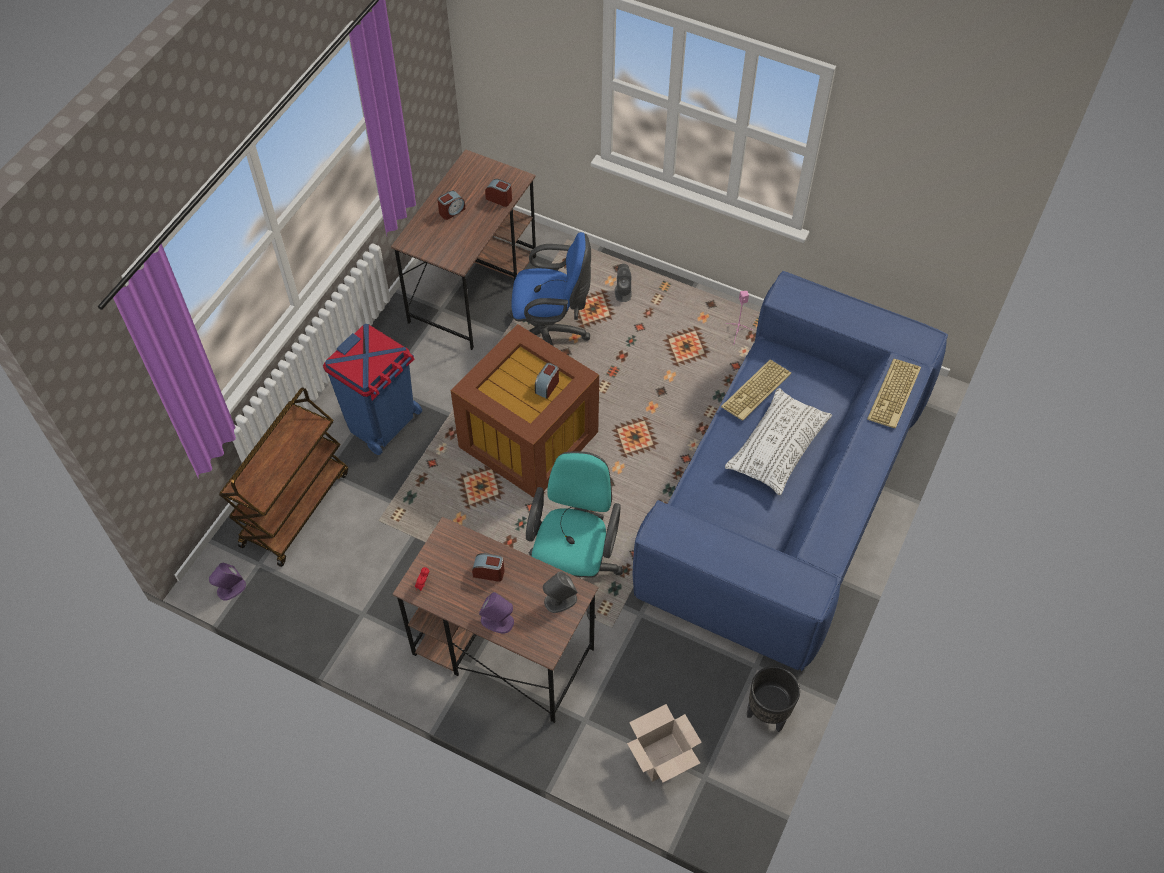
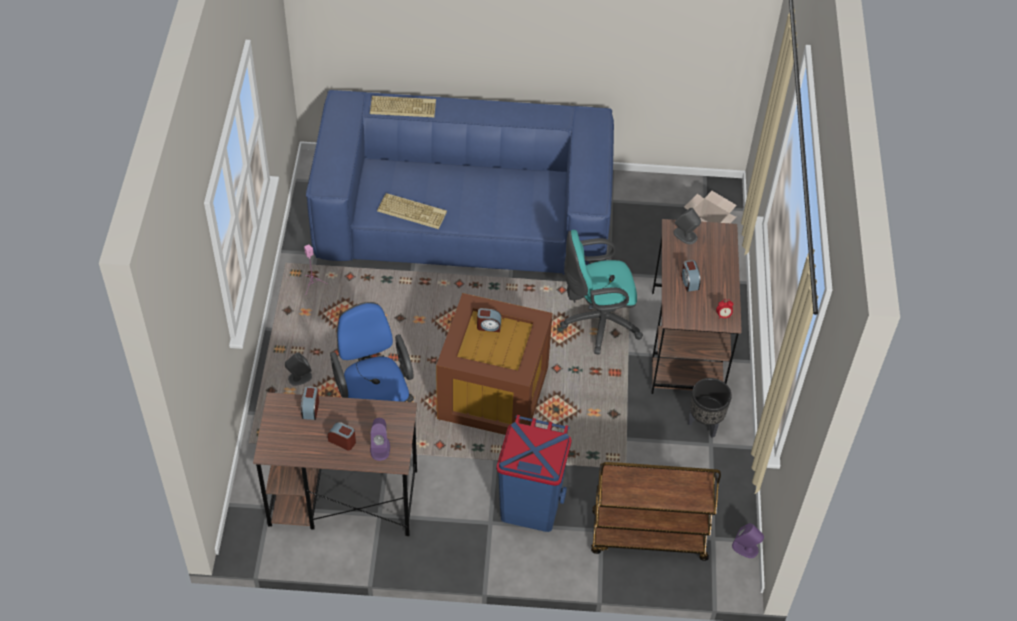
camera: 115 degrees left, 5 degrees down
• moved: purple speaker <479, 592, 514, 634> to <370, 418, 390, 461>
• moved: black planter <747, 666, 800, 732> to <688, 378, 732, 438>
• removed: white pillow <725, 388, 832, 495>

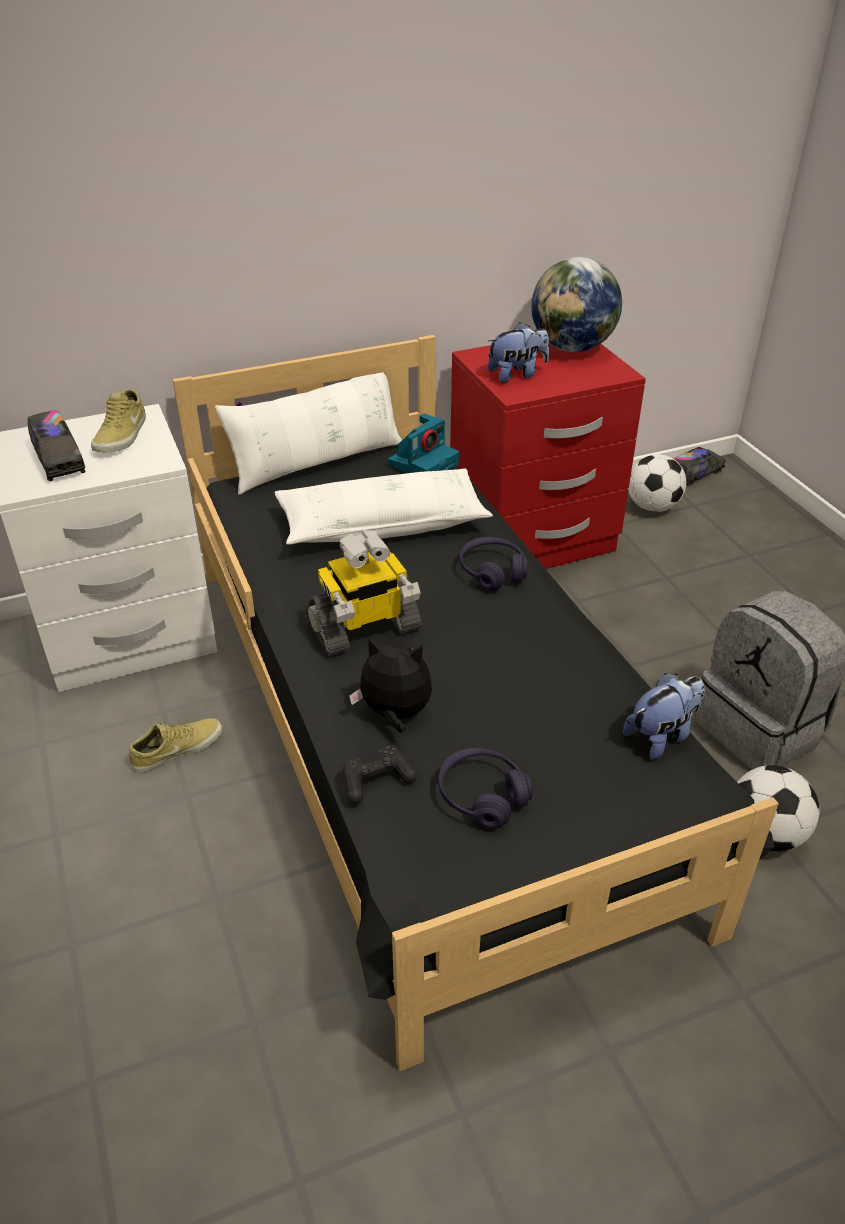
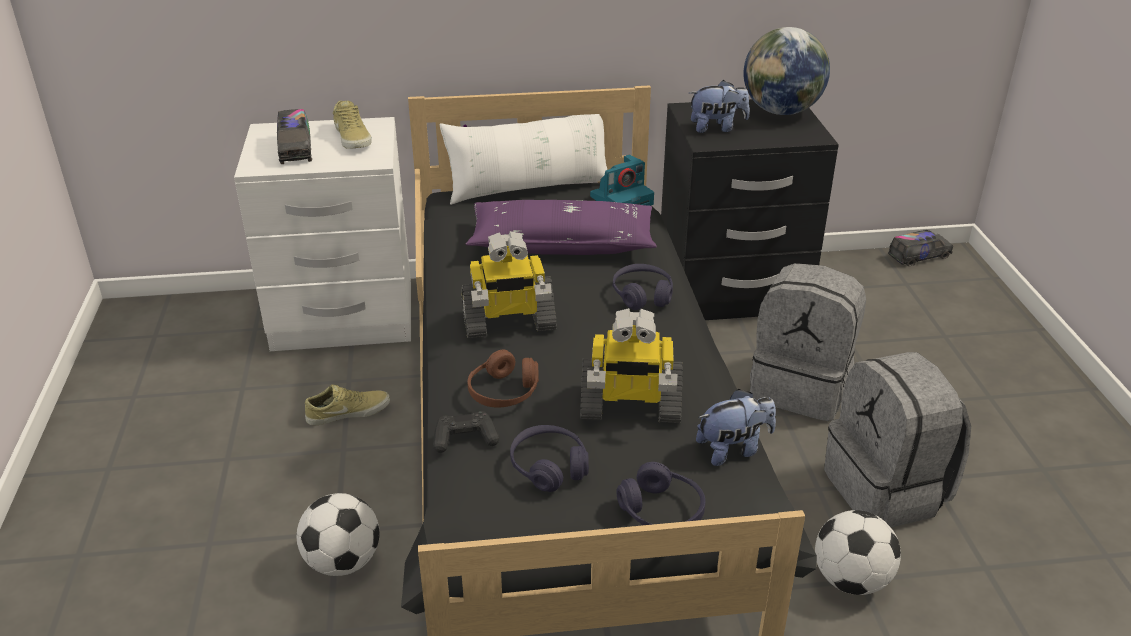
camera: 15 degrees right, 5 degrees down
• moved: football <628, 454, 686, 512> to <296, 493, 380, 576>
• turned: beige shoe <91, 389, 146, 452> = <333, 101, 372, 149> 45 degrees counterclockwise
• recoloured: white pillow <275, 469, 493, 545> to purple pillow <466, 200, 657, 255>
• replaced: plush toy <349, 637, 432, 733> to brown headphones <467, 350, 539, 408>
• added: toy robot <580, 308, 683, 423>
• added: purple headphones <616, 462, 705, 525>
• recoloured: red nightstand <450, 344, 646, 569> to black nightstand <661, 99, 839, 320>
• added: grey backpack <750, 263, 866, 421>

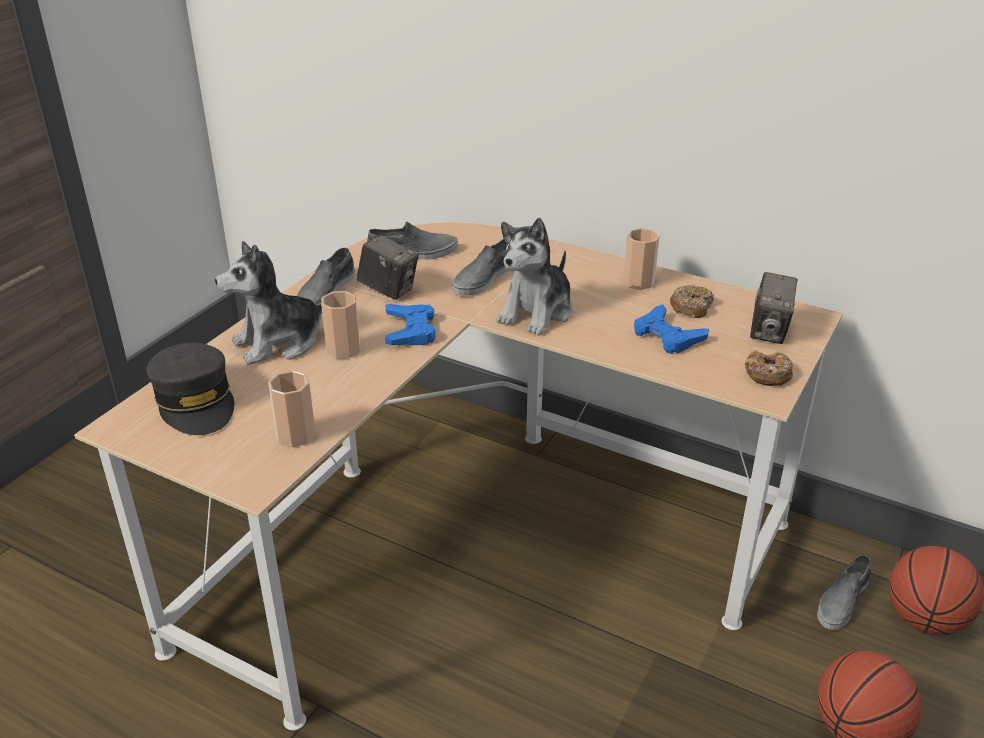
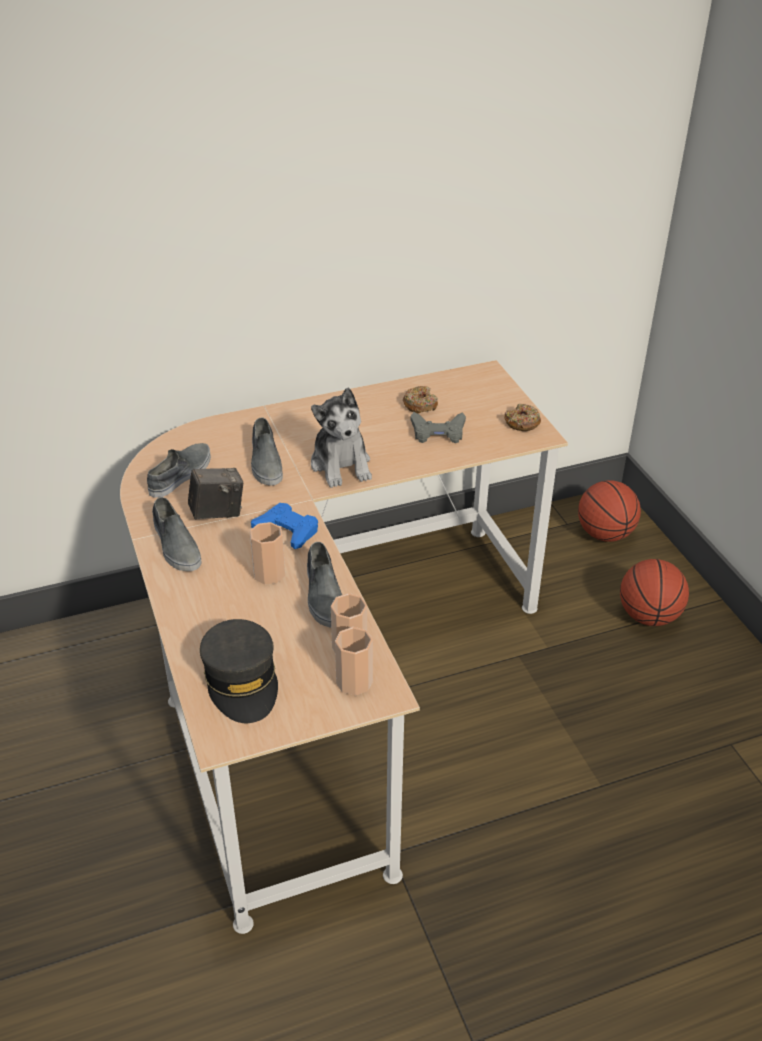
camera: 50 degrees left, 5 degrees up
• turned: grey cap <147, 343, 235, 435> = <200, 619, 278, 723> 60 degrees clockwise
• moved: grey shoe <817, 555, 871, 630> to <307, 542, 342, 628>
• moved: cup <623, 228, 659, 290> to <335, 627, 373, 696>
• recoloured: blue game controller <634, 304, 709, 354> to grey game controller <410, 412, 466, 443>
• removed: plush toy <215, 241, 331, 365>
• removed: photo camera <750, 272, 798, 344>

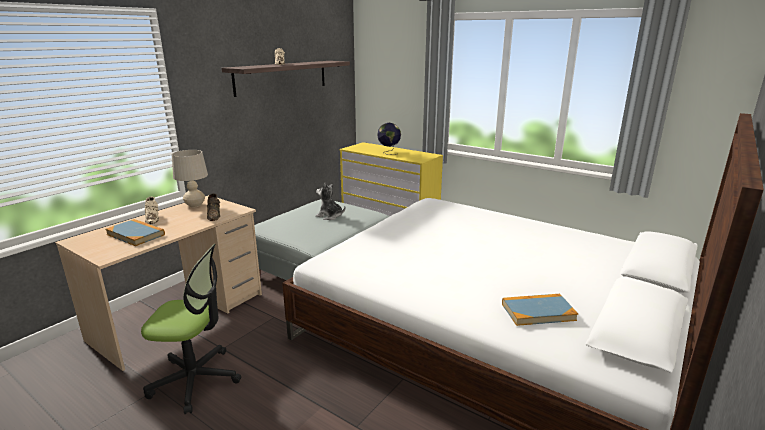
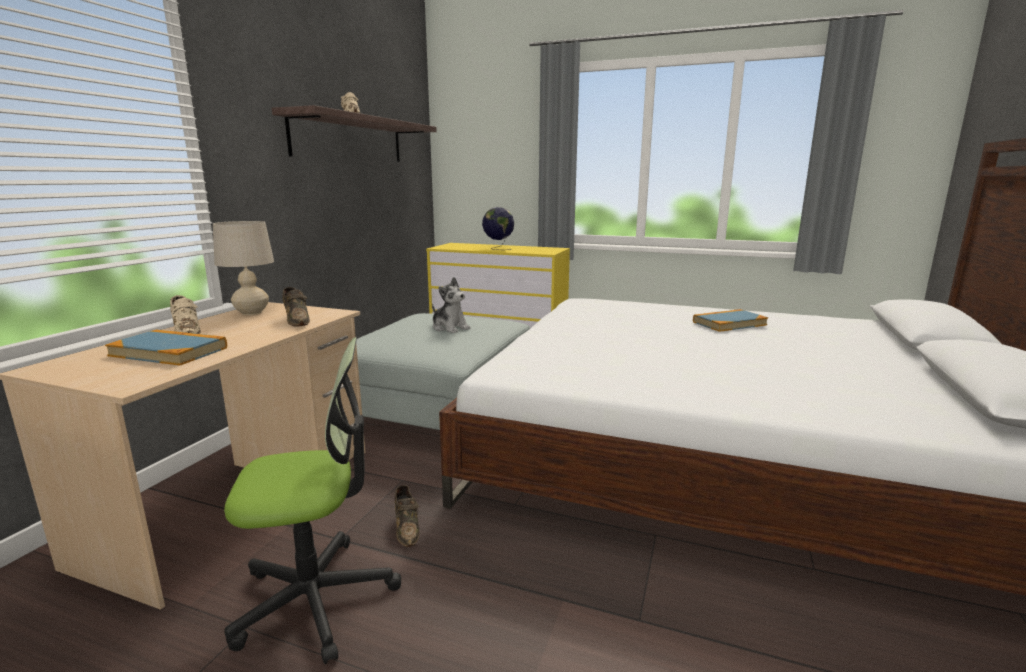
camera: 15 degrees left, 5 degrees down
• added: brown shoe <395, 485, 420, 547>
• turned: plush toy <316, 183, 345, 220> = <432, 277, 470, 333> 150 degrees counterclockwise
• moved: book <502, 294, 578, 326> to <693, 309, 768, 332>

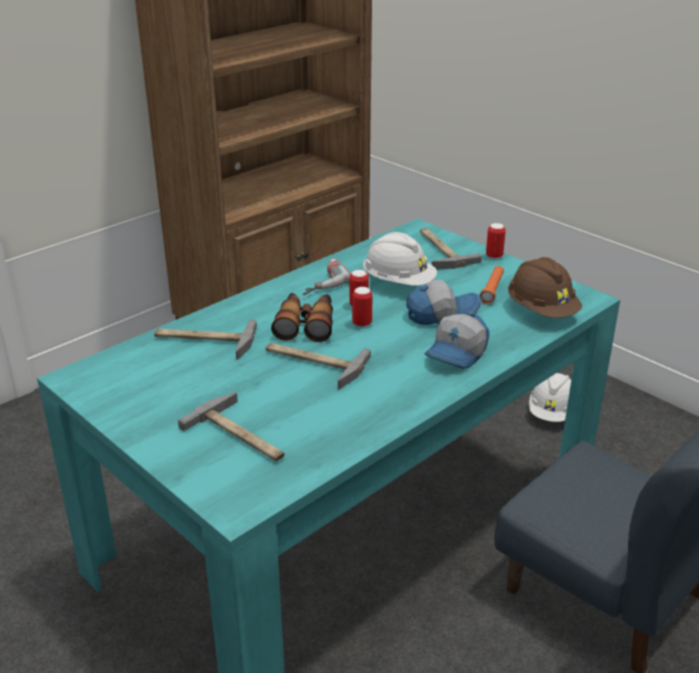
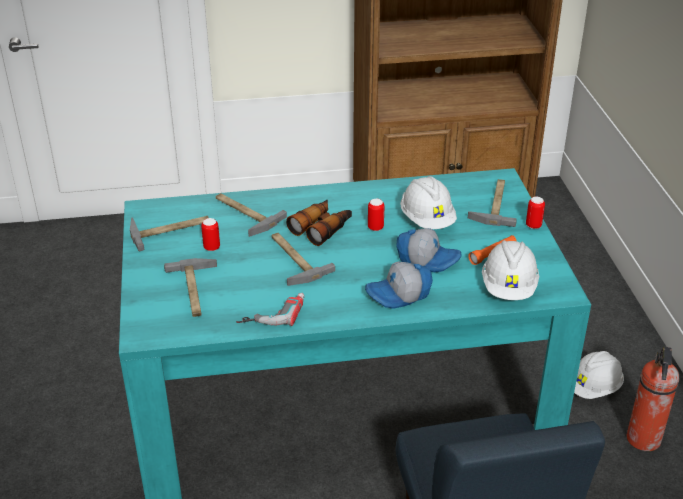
camera: 35 degrees right, 5 degrees up
• added: hammer <130, 216, 209, 251>
• moved: can <352, 287, 373, 327> to <201, 218, 220, 251>
• moved: power drill <303, 259, 351, 295> to <236, 293, 304, 326>
• recoloured: brown hard hat <508, 257, 582, 318> to white hard hat <482, 240, 539, 300>
• added: fire extinguisher <627, 346, 679, 451>

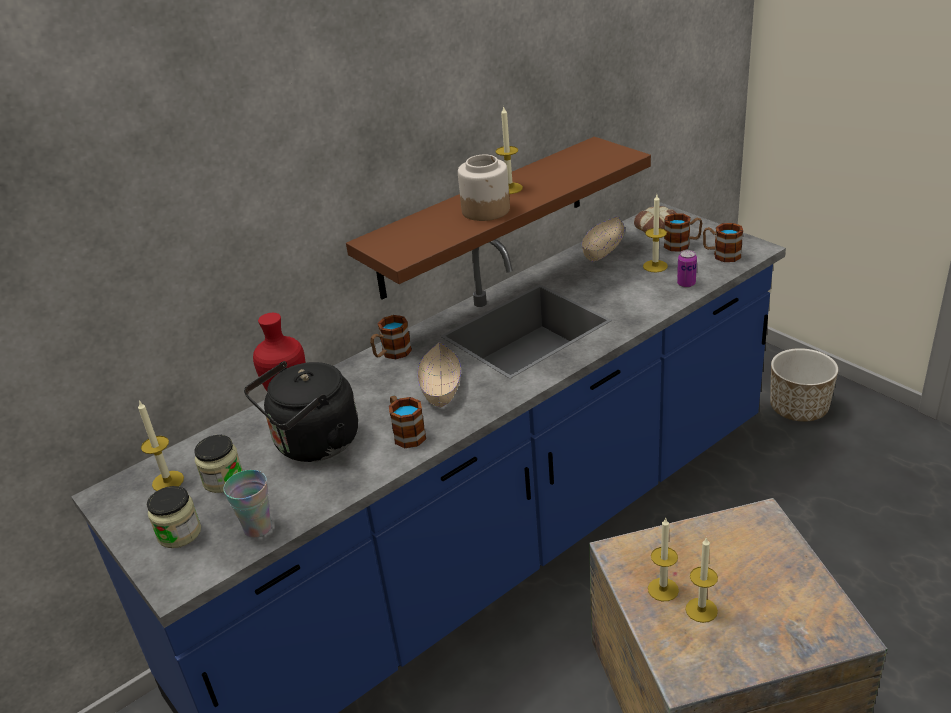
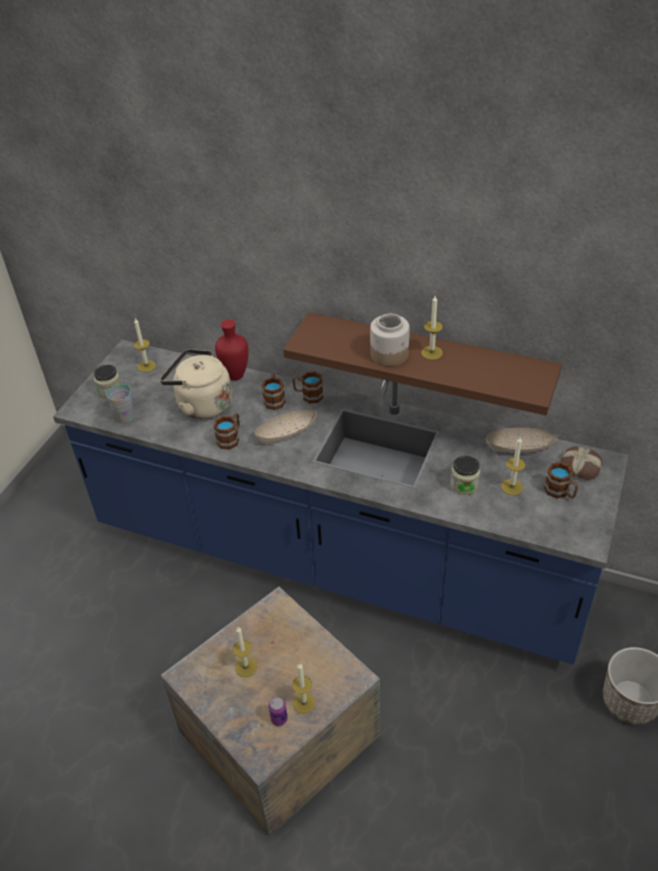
camera: 60 degrees right, 10 degrees up
• recoloured: black kettle <244, 361, 358, 462> to beige kettle <160, 349, 232, 419>
• moved: mug <703, 223, 743, 262> to <262, 374, 285, 410>
• moved: can <677, 250, 697, 288> to <269, 697, 288, 726>
• moved: candle <648, 518, 679, 601> to <292, 663, 316, 714>
• moved: jar <194, 435, 243, 493> to <450, 456, 480, 495>

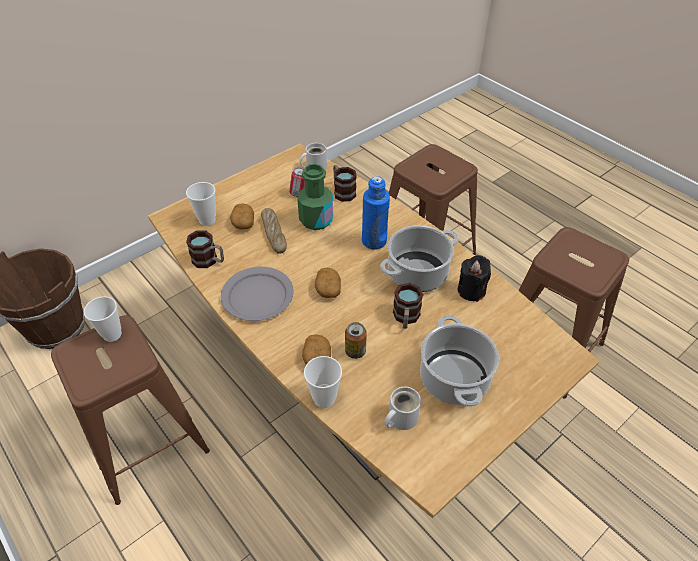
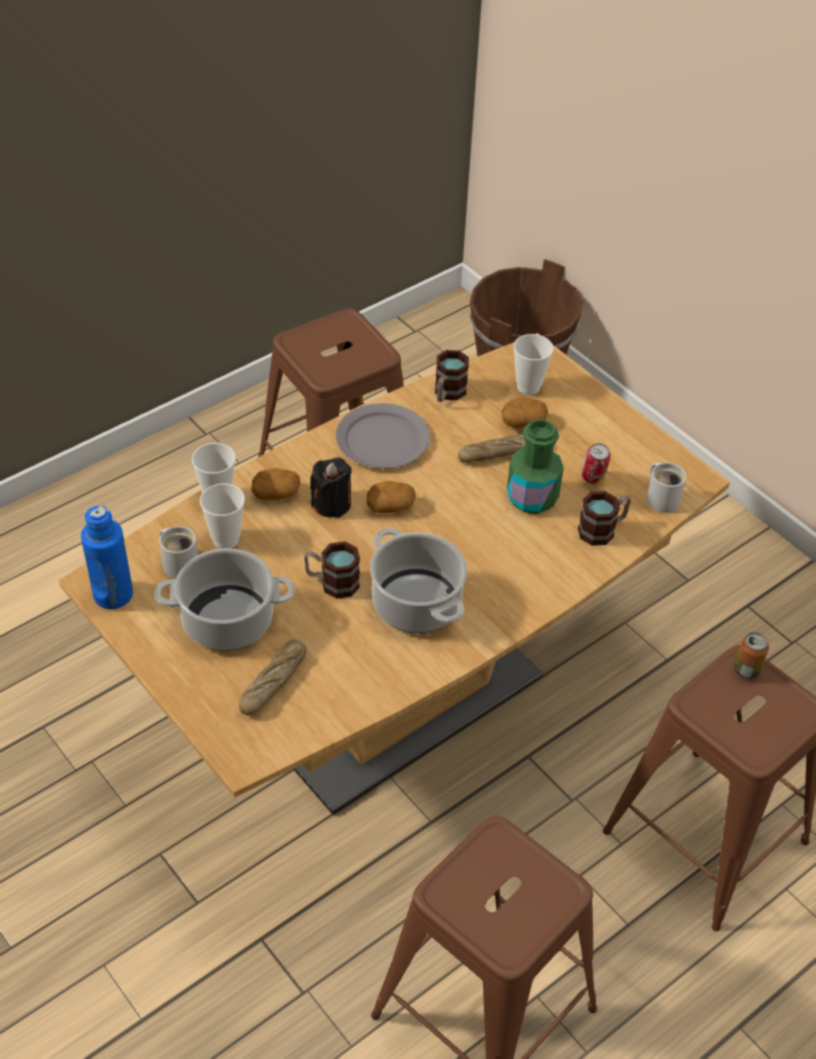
camera: 90 degrees right, 0 degrees up
• moved: blue bottle <362, 176, 390, 249> to <81, 506, 133, 609>
• moved: cup <84, 296, 122, 342> to <200, 483, 245, 549>
• added: bread <239, 640, 306, 715>
• moved: black candle <458, 255, 491, 302> to <310, 457, 352, 518>
• moved: can <345, 322, 367, 359> to <734, 632, 769, 679>

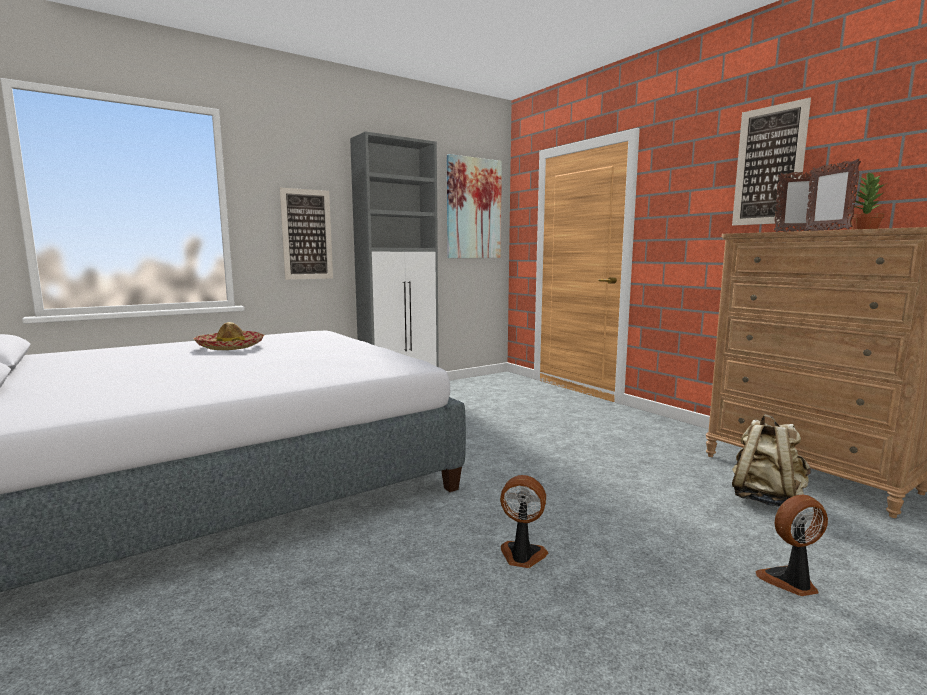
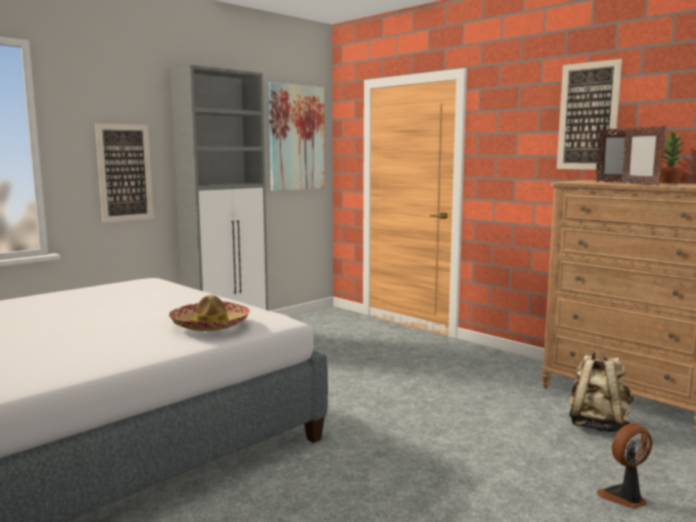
camera: 10 degrees left, 0 degrees up
• moved: hat <194, 322, 265, 350> to <169, 294, 250, 331>
• removed: fan <500, 475, 548, 568>

